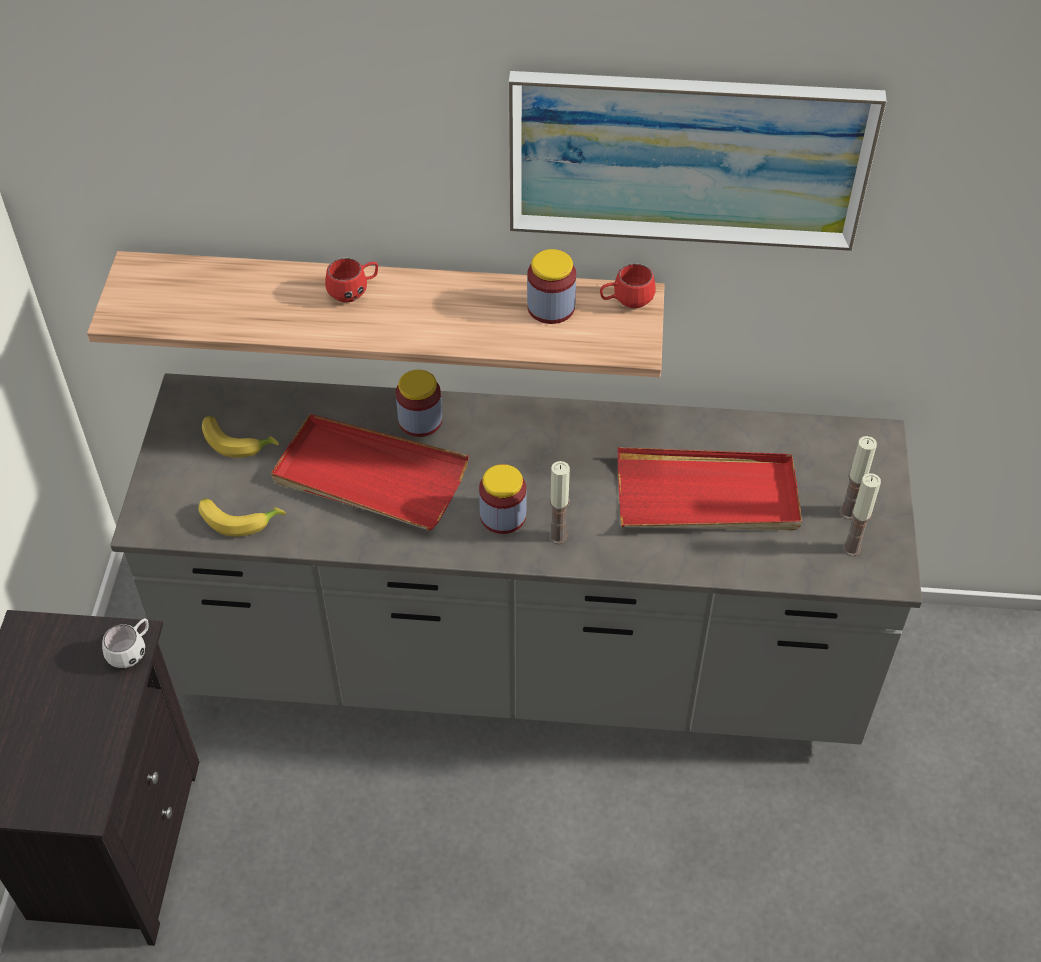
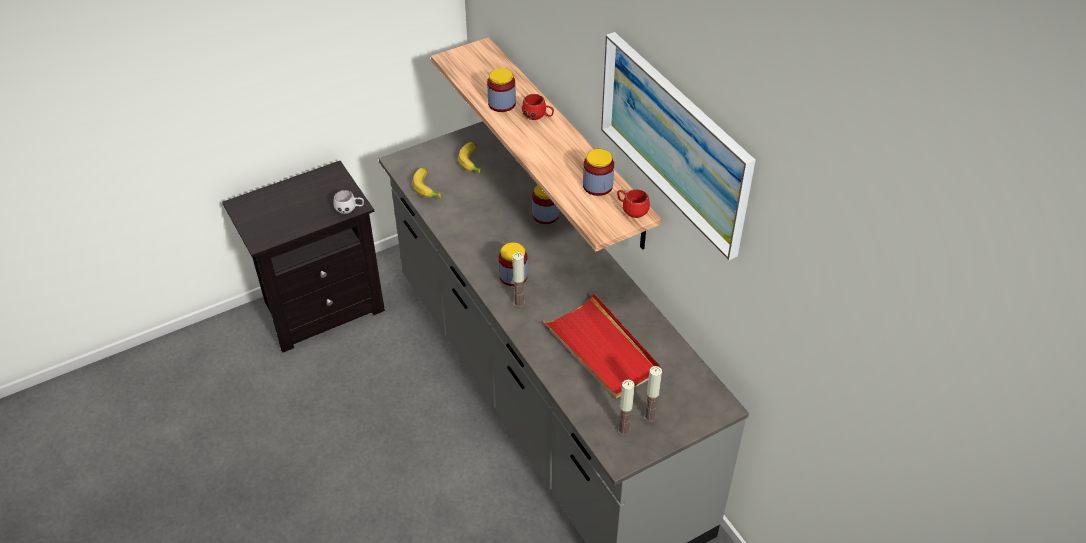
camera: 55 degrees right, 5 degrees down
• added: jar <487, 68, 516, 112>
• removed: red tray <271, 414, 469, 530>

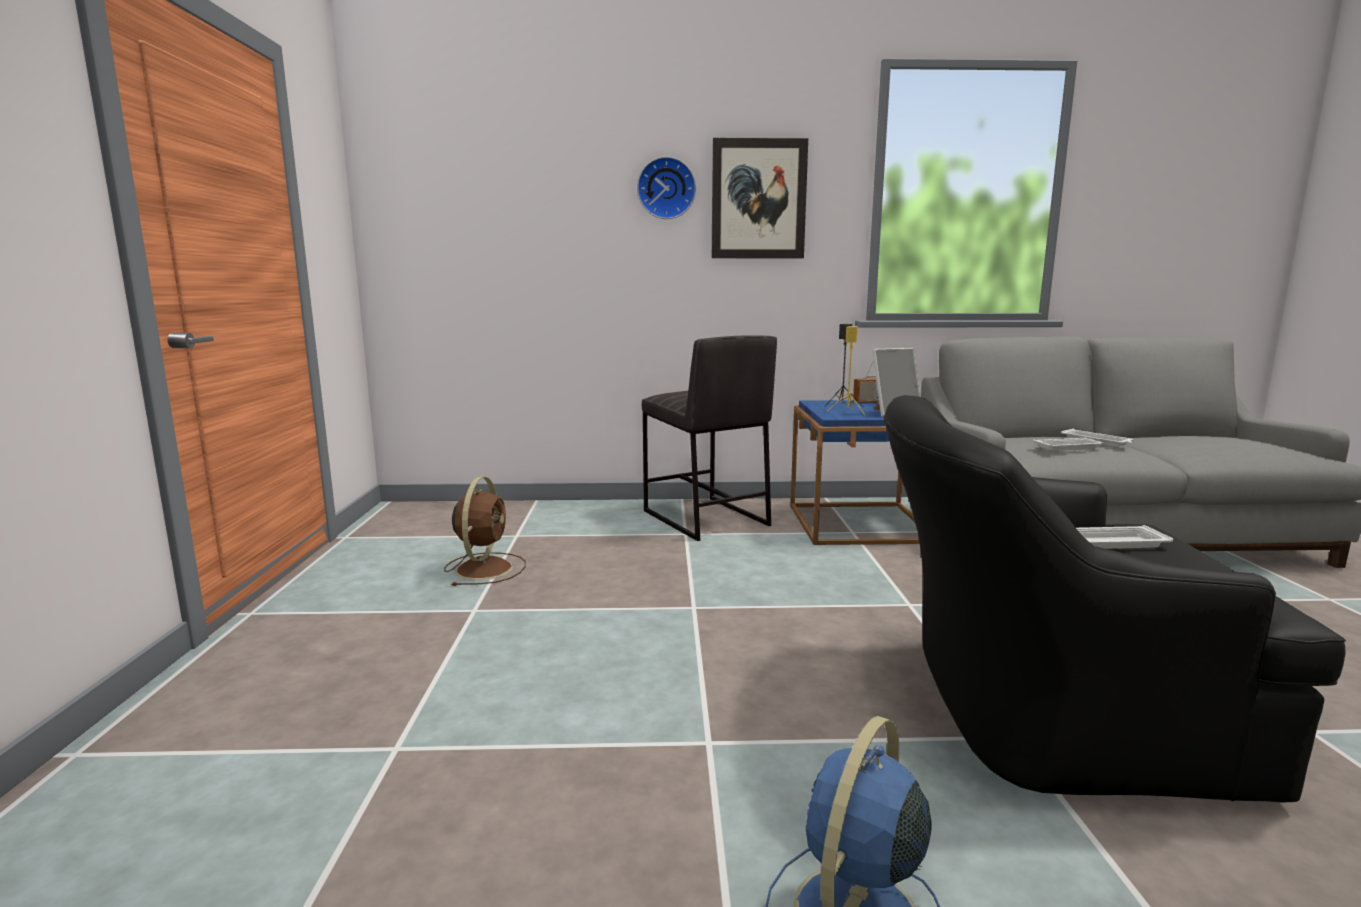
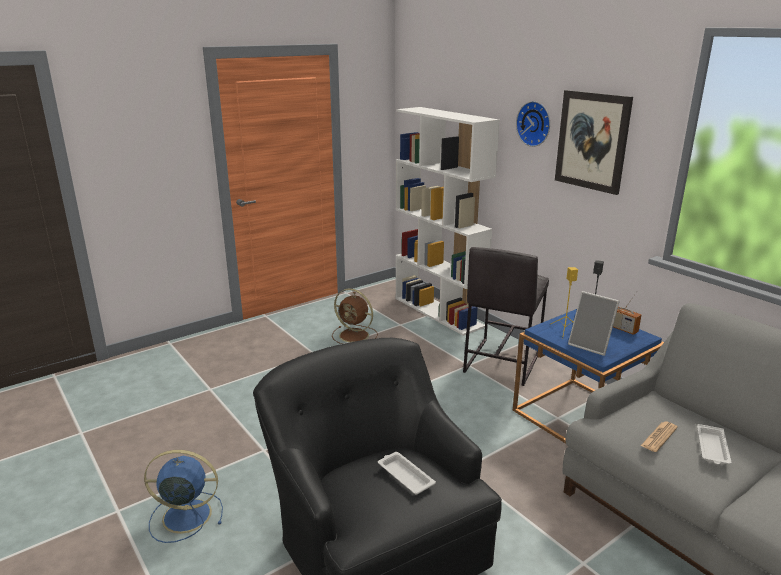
camera: 55 degrees right, 10 degrees up
• turned: brown fan <444, 476, 526, 586> = <332, 289, 378, 344> 60 degrees clockwise
• added: white bookcase <396, 107, 500, 336>
• replaced: white tray <1033, 438, 1104, 451> to newspaper <641, 421, 678, 452>

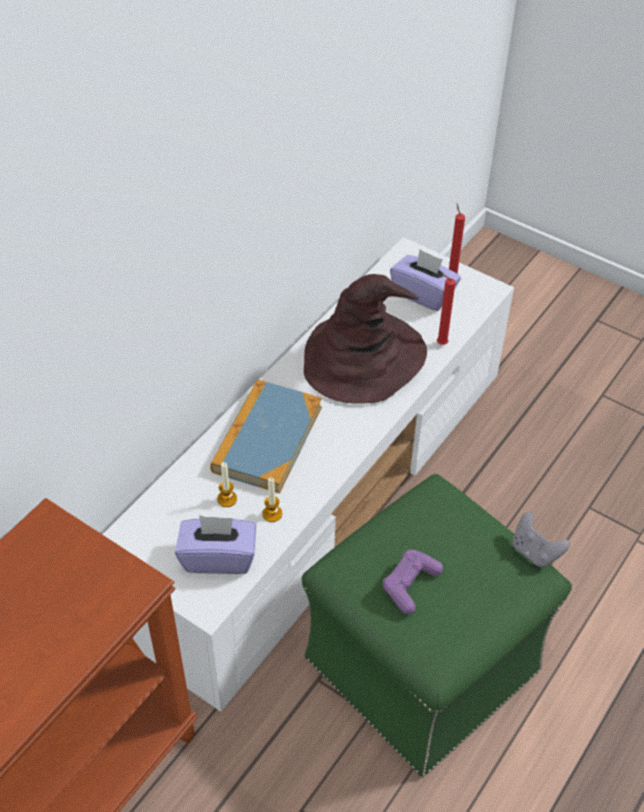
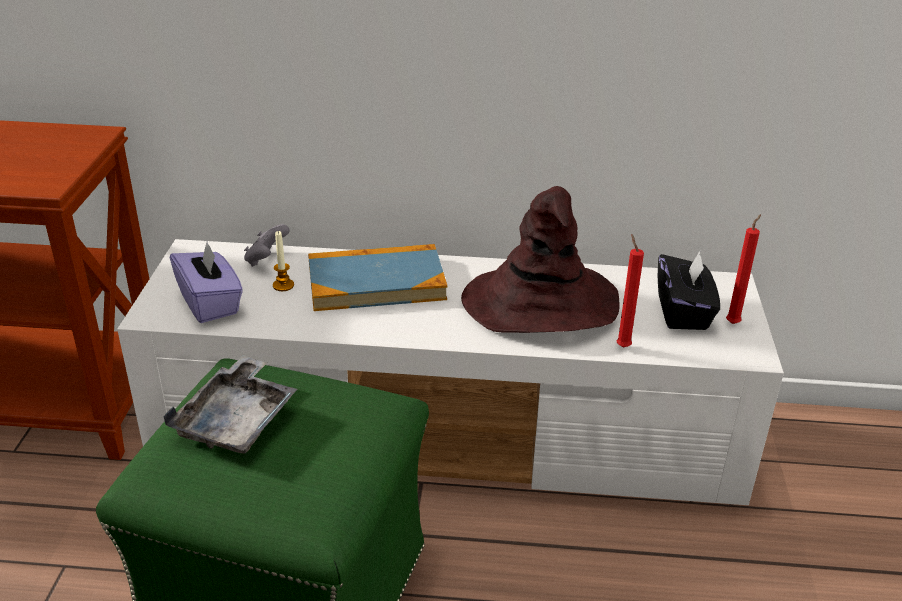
camera: 60 degrees right, 15 degrees down
• replaced: purple game controller <383, 550, 443, 614> to grey tray <163, 355, 297, 454>
• moved: grey game controller <513, 512, 570, 567> to <244, 224, 290, 267>
• recoloured: purple tissue box <390, 249, 461, 311> to black tissue box <658, 251, 720, 330>
• removed: candle <262, 477, 282, 522>

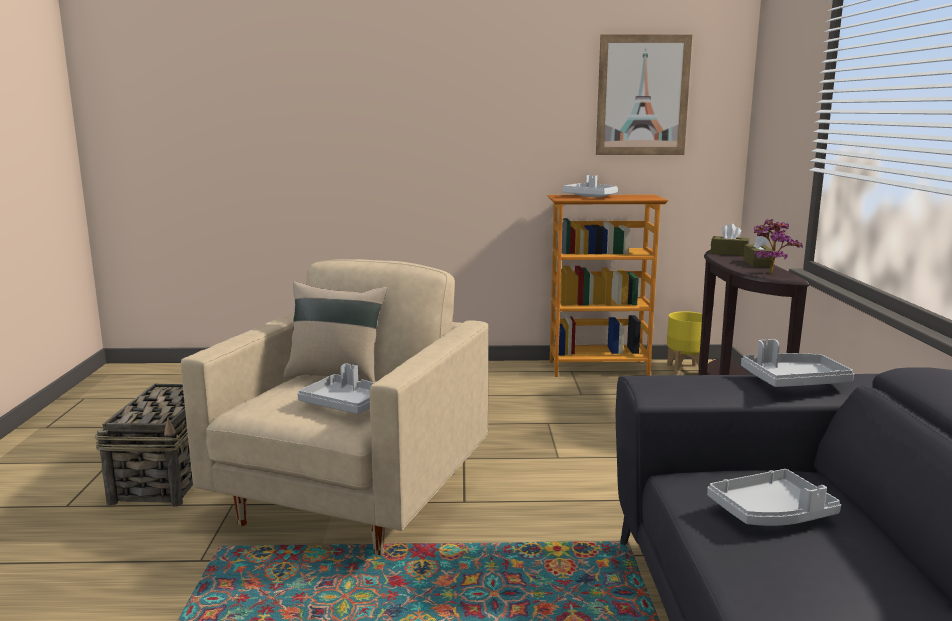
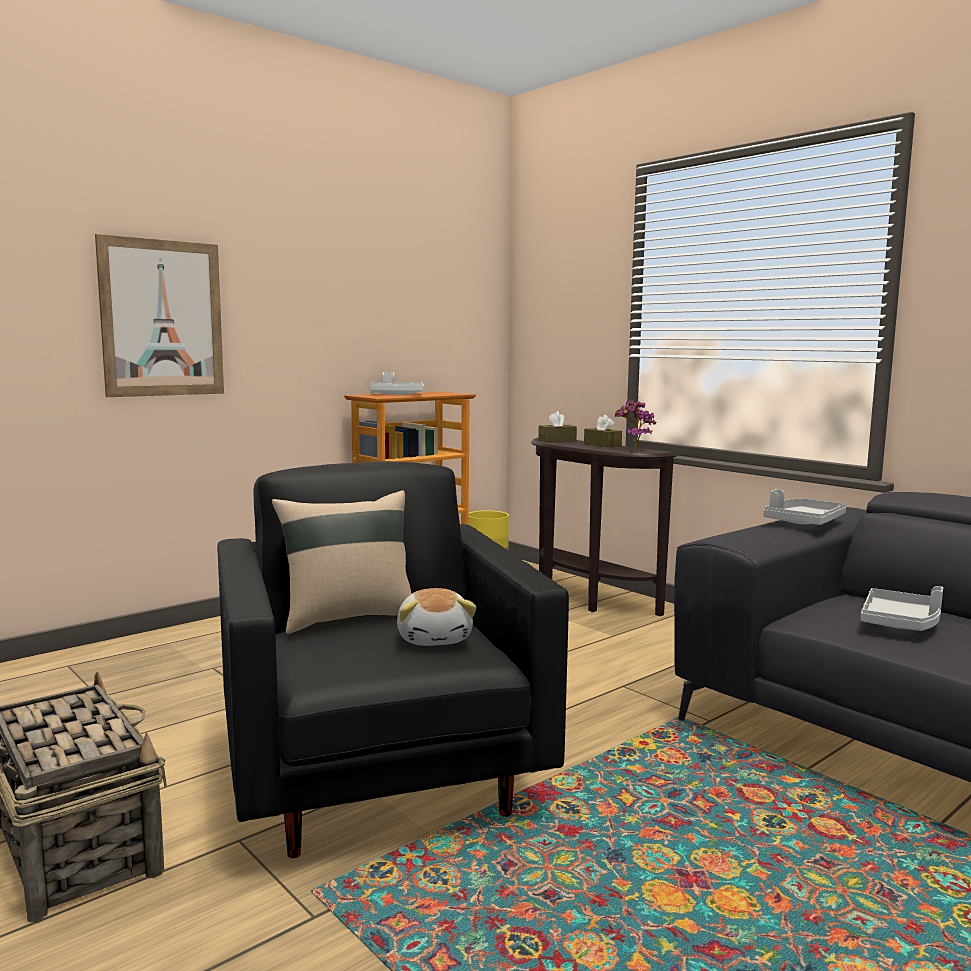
camera: 40 degrees left, 5 degrees down
• moved: picture <596, 34, 692, 155> to <95, 234, 224, 397>
• recoloured: beige armchair <181, 259, 489, 555> to black armchair <217, 461, 569, 858>
• replaced: grey tray <297, 363, 374, 414> to plush toy <397, 588, 476, 646>

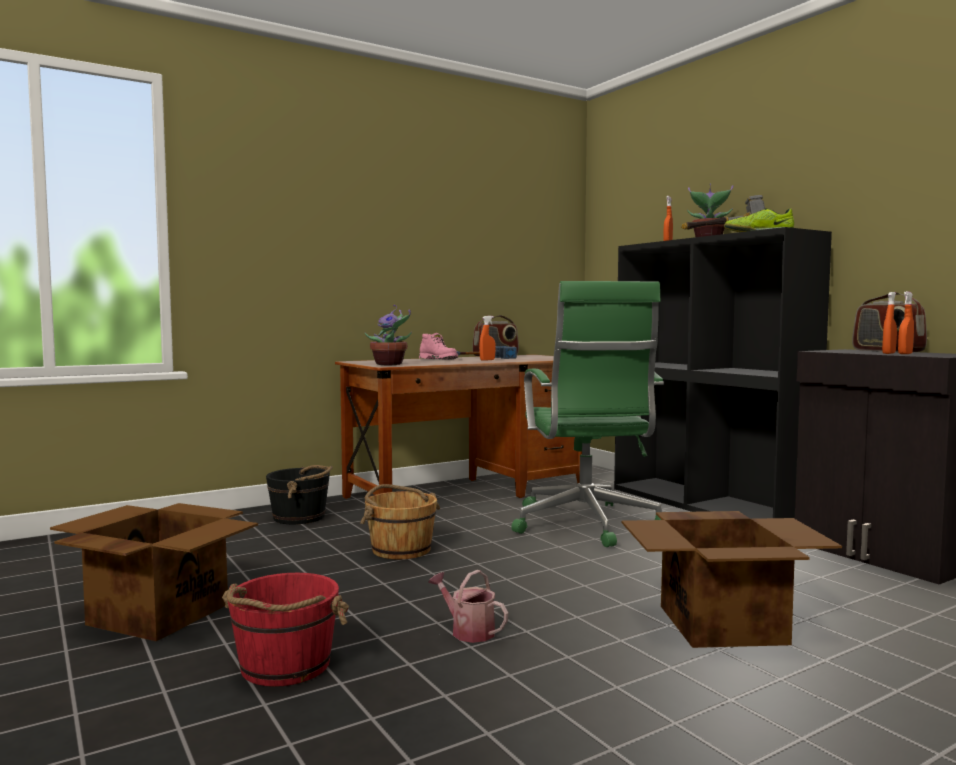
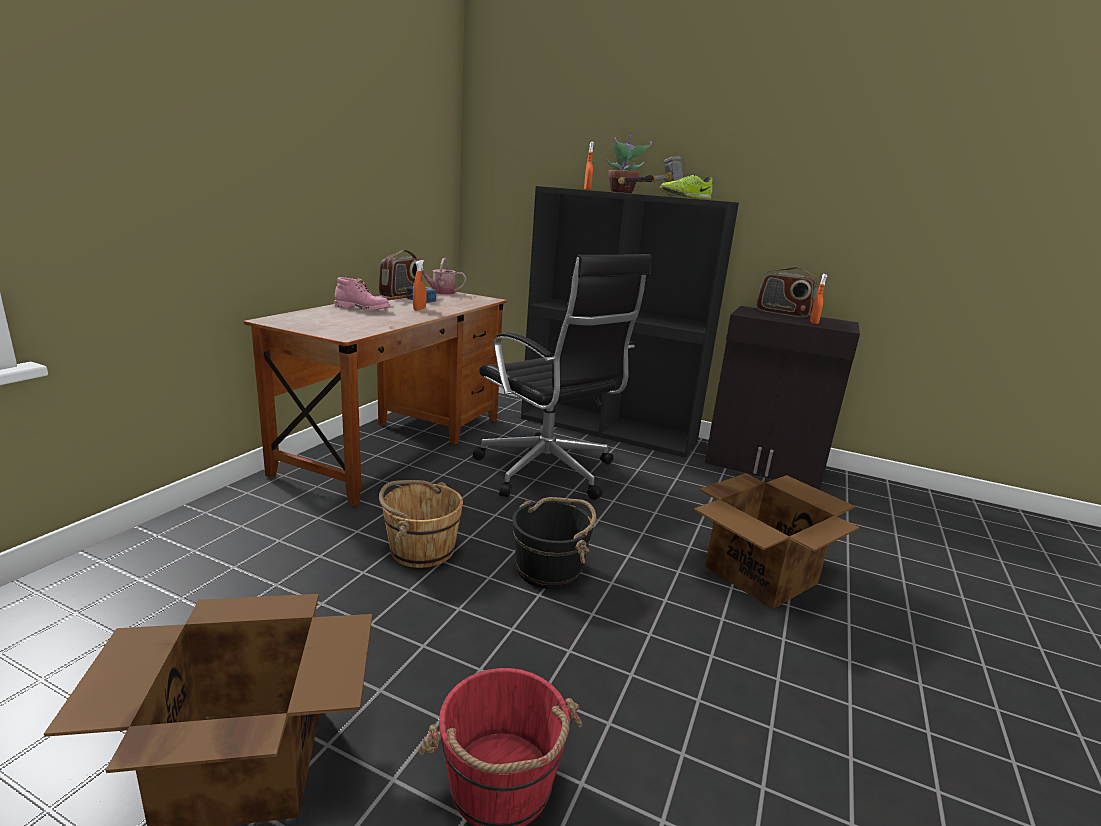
camera: 35 degrees left, 15 degrees up
• moved: watering can <428, 570, 508, 643> to <421, 258, 466, 294>
• recoloured: green office chair <511, 281, 664, 547> to black office chair <473, 254, 652, 500>
• moved: black bucket <266, 465, 333, 524> to <512, 497, 596, 589>
• removed: potted plant <364, 305, 412, 365>
• removed: orange spray bottle <882, 292, 897, 354>

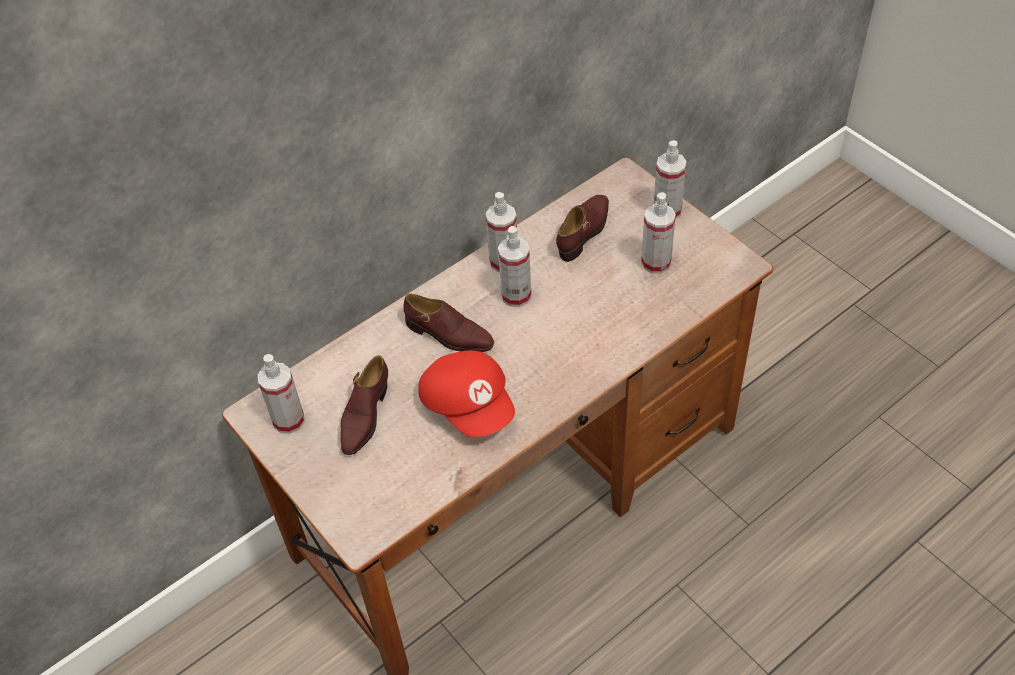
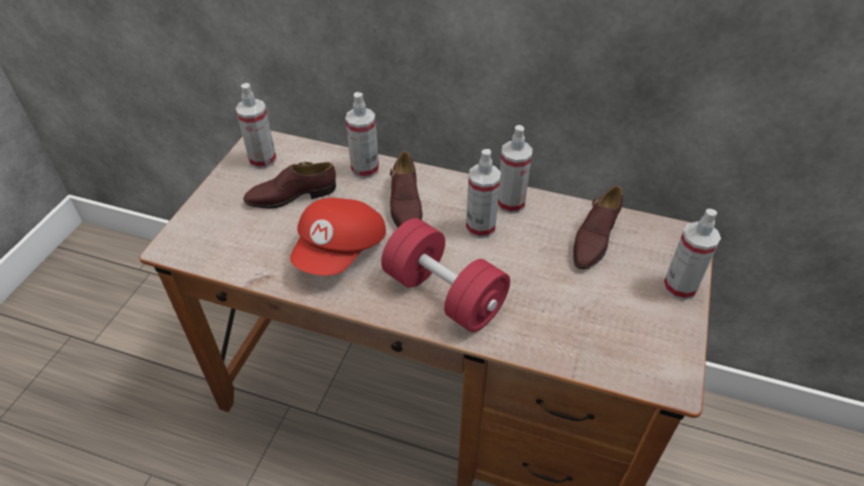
camera: 55 degrees right, 5 degrees down
• moved: spray bottle <641, 192, 676, 274> to <345, 92, 379, 179>
• added: red dumbbell <381, 218, 510, 332>
• turned: brown shoe <556, 195, 609, 262> = <573, 186, 623, 269> 120 degrees clockwise

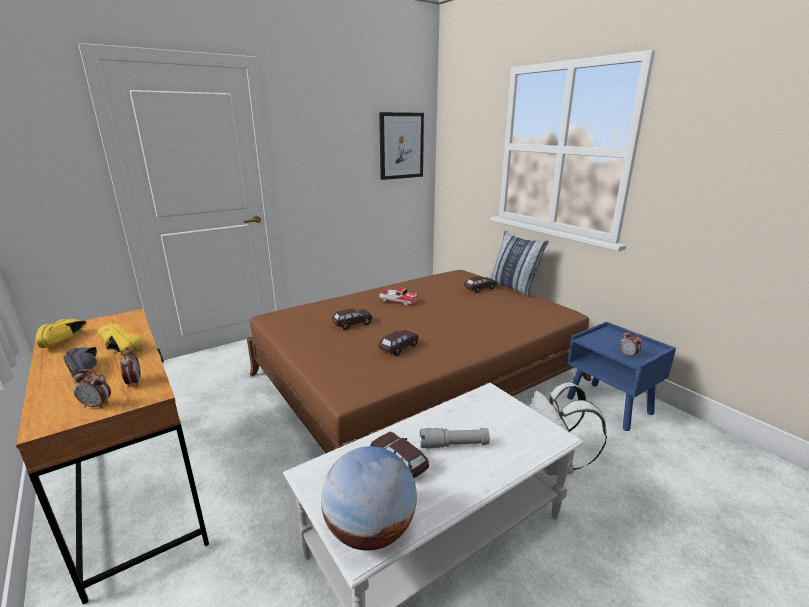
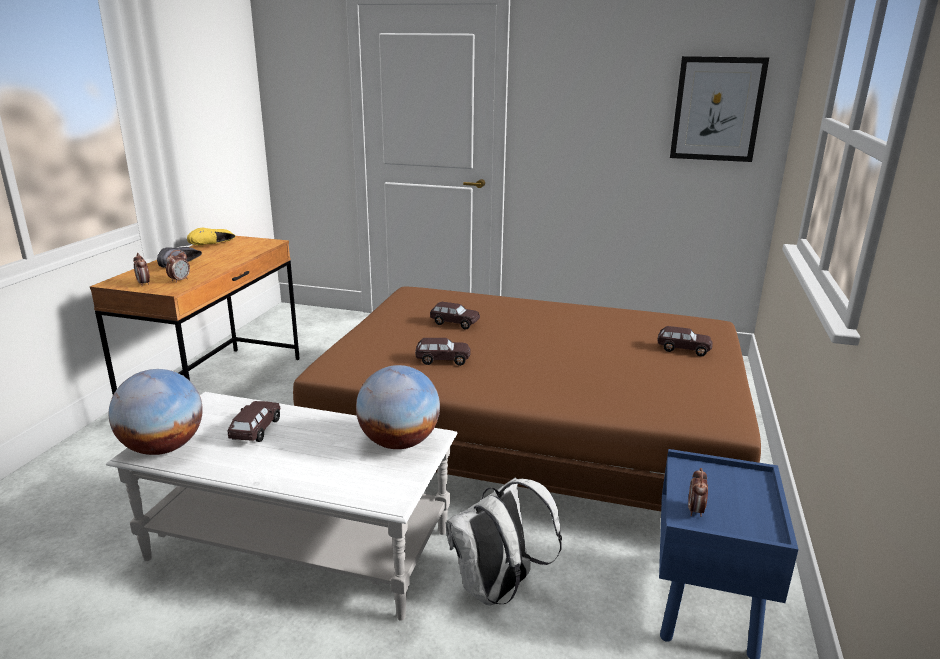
camera: 50 degrees right, 0 degrees up
• added: globe <356, 365, 440, 449>
• removed: yellow shoe <98, 323, 144, 354>
• removed: toy car <379, 288, 418, 306>
• removed: grey flashlight <420, 428, 490, 448>
• removed: pillow <490, 231, 549, 297>

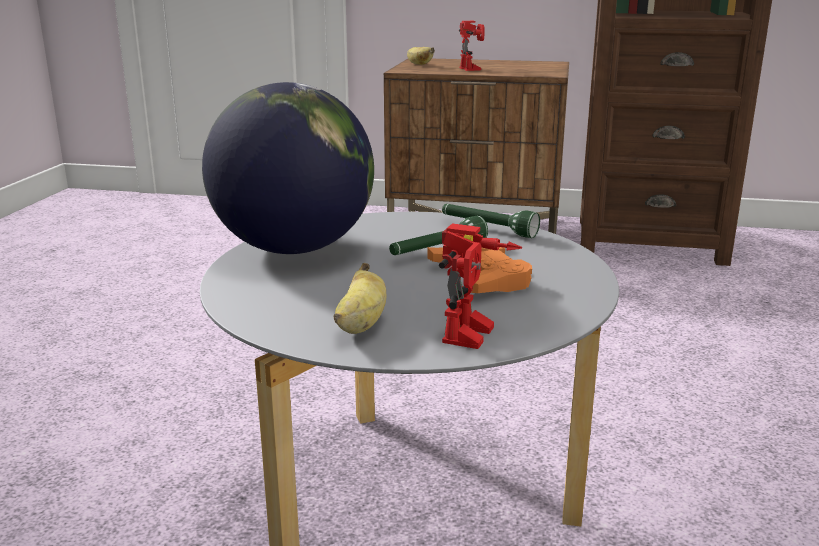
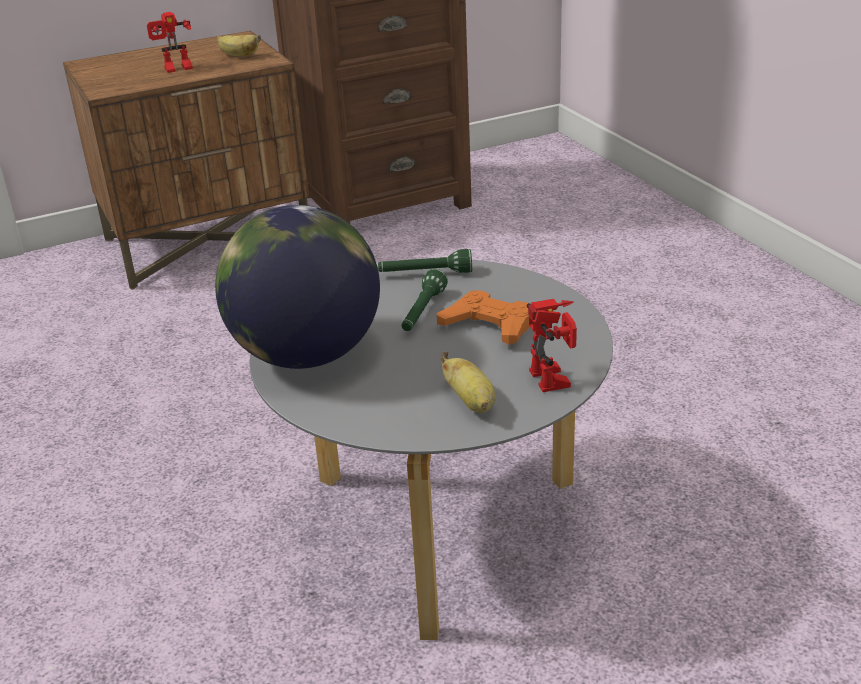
camera: 35 degrees left, 10 degrees up
• turned: toy robot <459, 21, 485, 71> = <147, 12, 193, 73> 120 degrees clockwise
• moved: banana <407, 47, 435, 65> to <217, 35, 261, 56>

